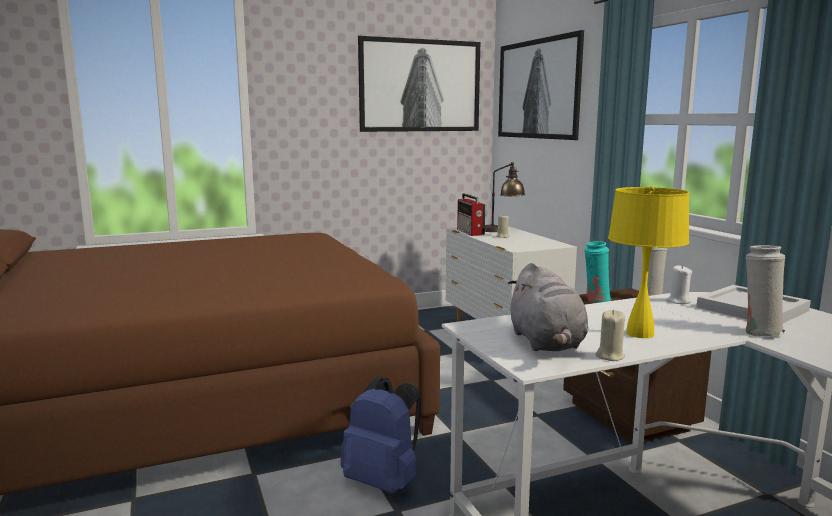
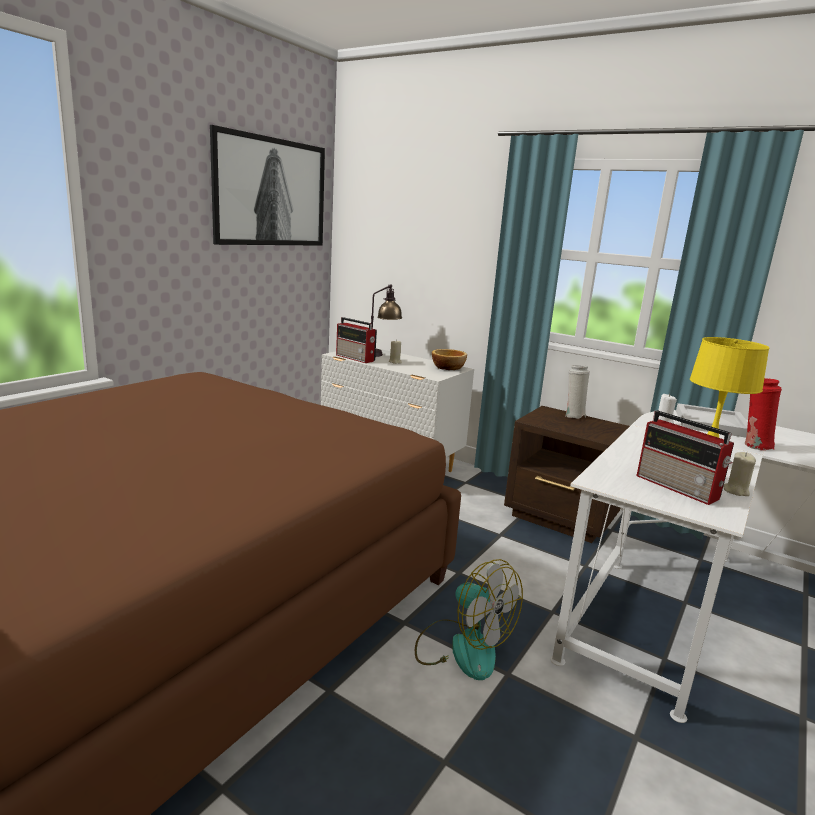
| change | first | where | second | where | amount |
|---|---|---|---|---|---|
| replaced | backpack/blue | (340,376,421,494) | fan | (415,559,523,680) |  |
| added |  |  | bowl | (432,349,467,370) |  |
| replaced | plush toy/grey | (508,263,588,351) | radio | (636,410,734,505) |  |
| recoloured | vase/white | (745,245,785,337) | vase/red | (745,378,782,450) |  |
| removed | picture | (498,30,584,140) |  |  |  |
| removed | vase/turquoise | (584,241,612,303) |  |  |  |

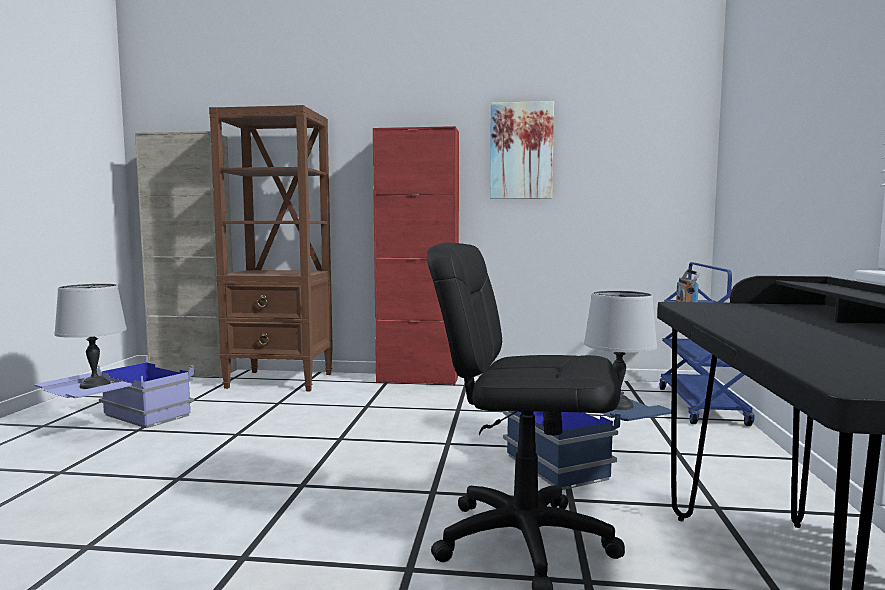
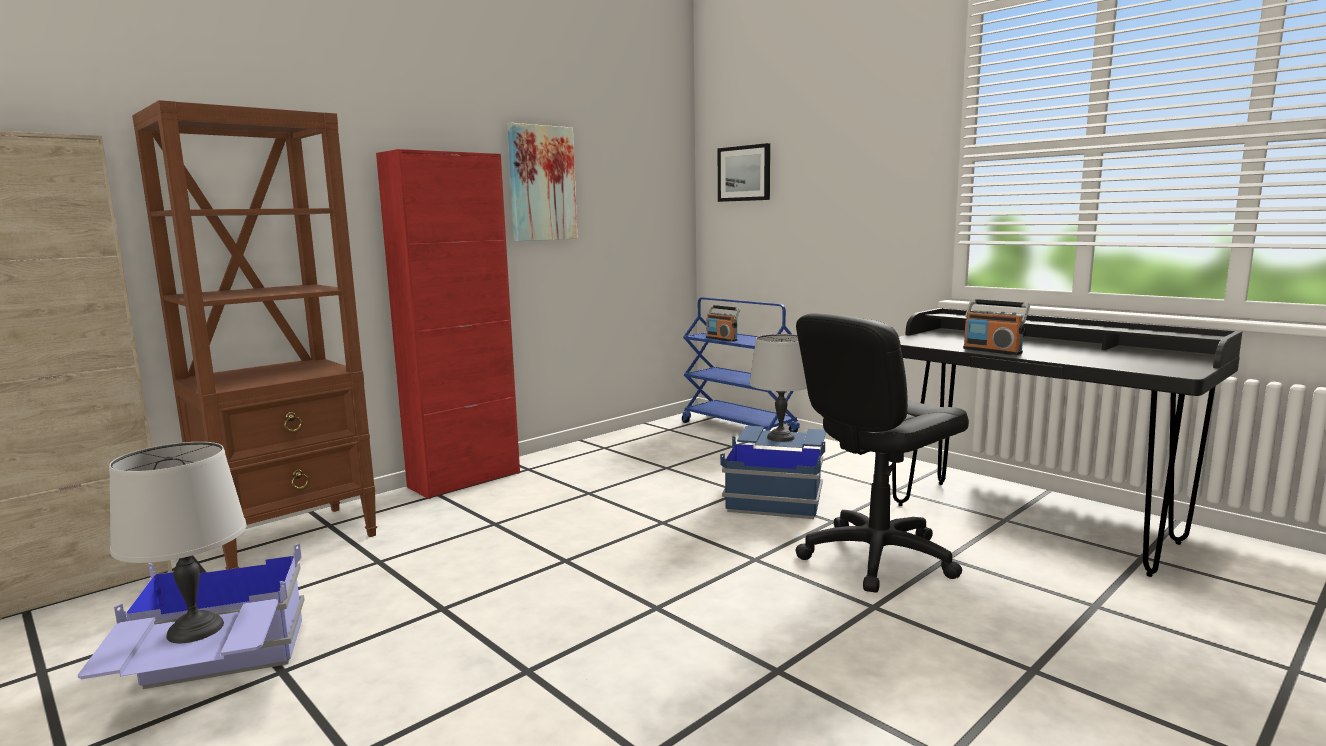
| change | first | where | second | where | amount |
|---|---|---|---|---|---|
| added |  |  | picture | (718,143,770,202) |  |
| added |  |  | radio | (963,299,1030,355) |  |

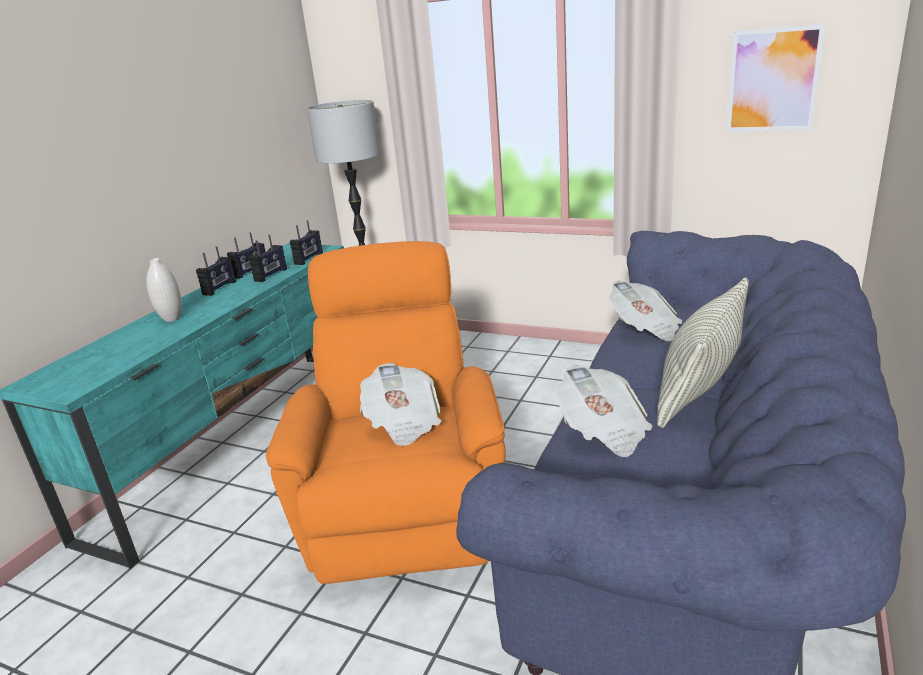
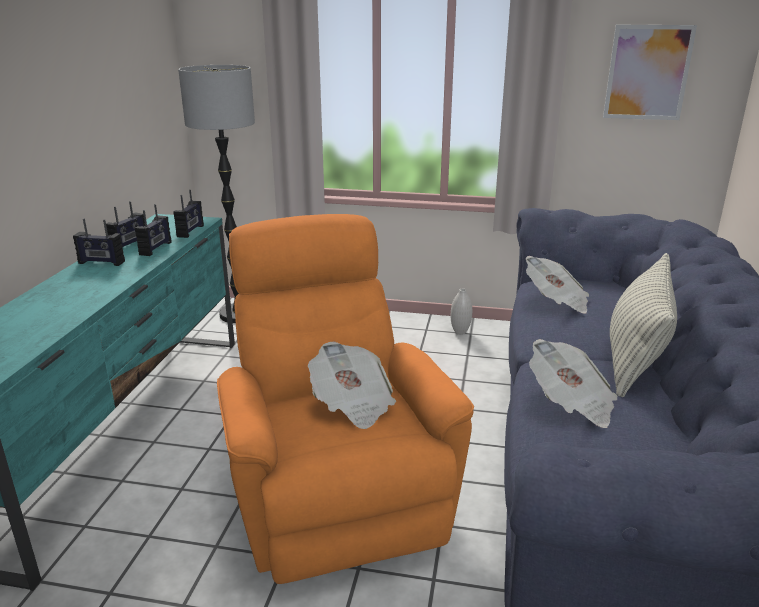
| change | first | where | second | where | amount |
|---|---|---|---|---|---|
| turned | radio | (196,246,236,296) |  | (73,219,125,266) | 90 degrees clockwise |
| moved | vase/white | (146,258,182,322) |  | (451,288,472,335) |  |

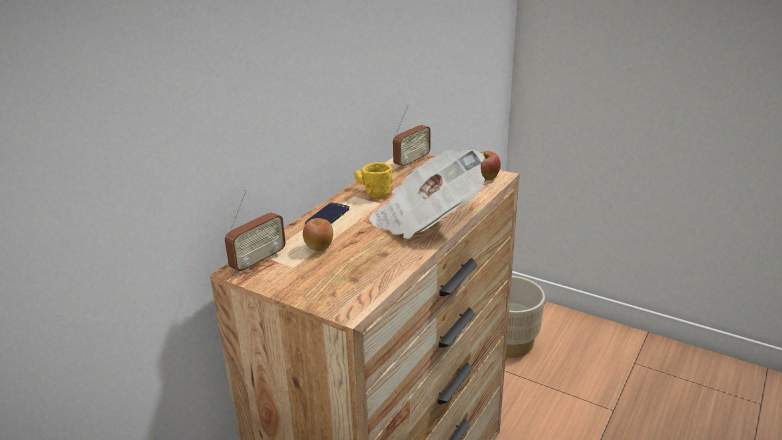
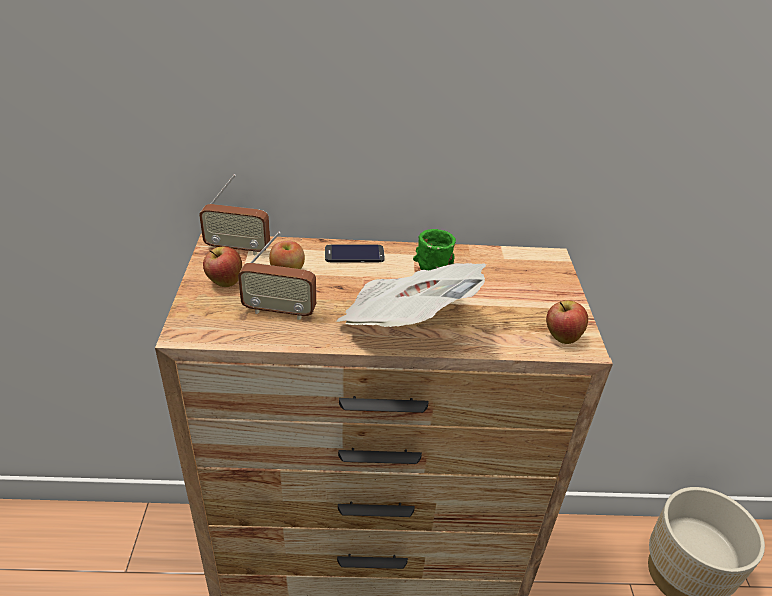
| change | first | where | second | where | amount |
|---|---|---|---|---|---|
| added |  |  | apple | (203,247,242,287) |  |
| moved | radio | (393,105,431,168) |  | (238,232,316,320) |  |
| recoloured | mug/yellow | (354,162,392,199) | mug/green | (413,229,456,270) |  |

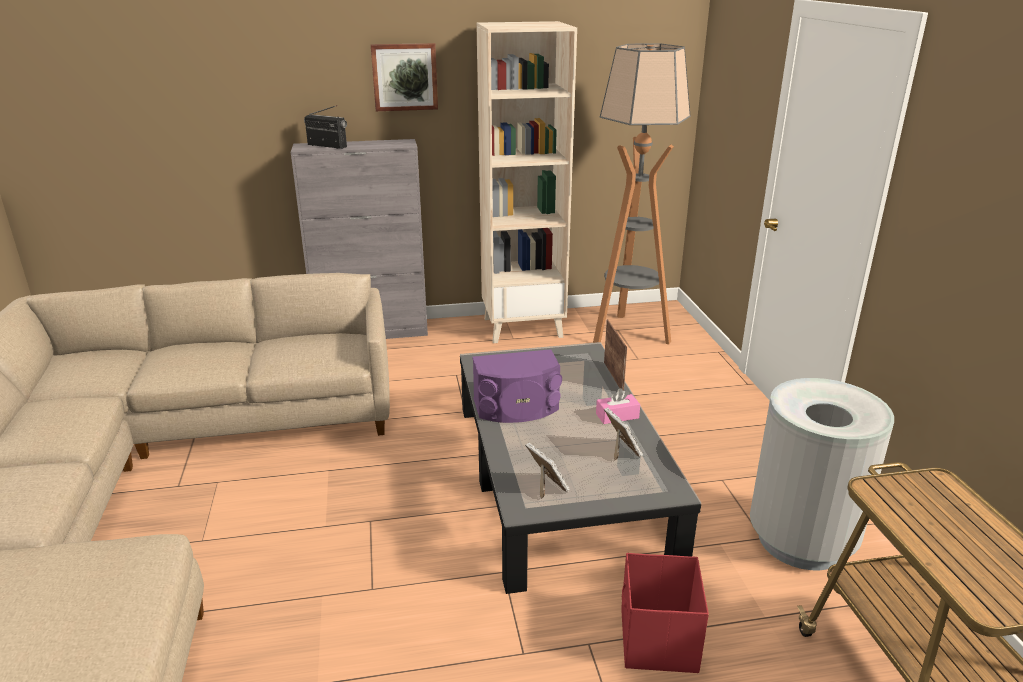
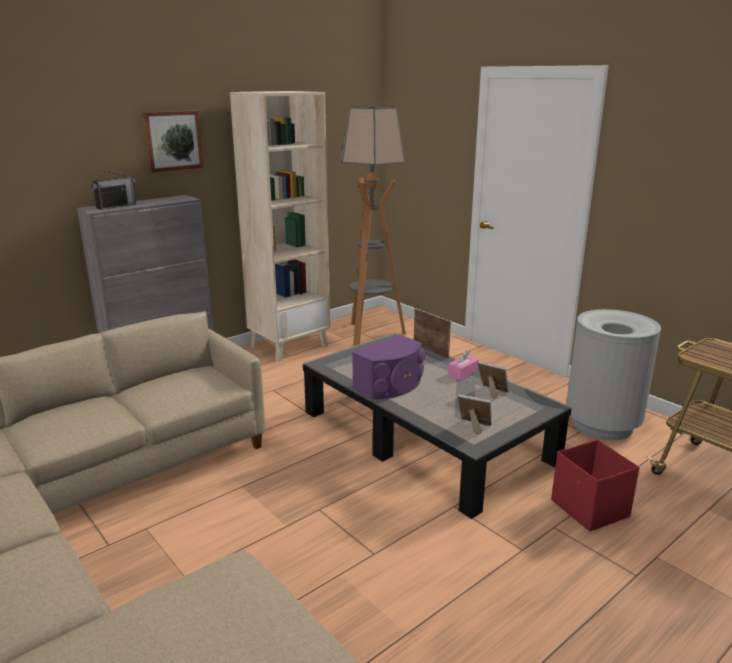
| change | first | where | second | where | amount |
|---|---|---|---|---|---|
| turned | radio | (304,105,347,149) |  | (91,169,136,210) | 135 degrees clockwise |

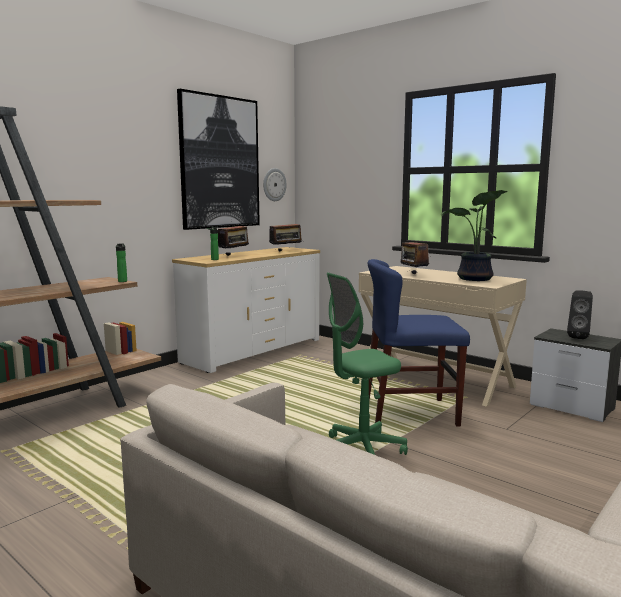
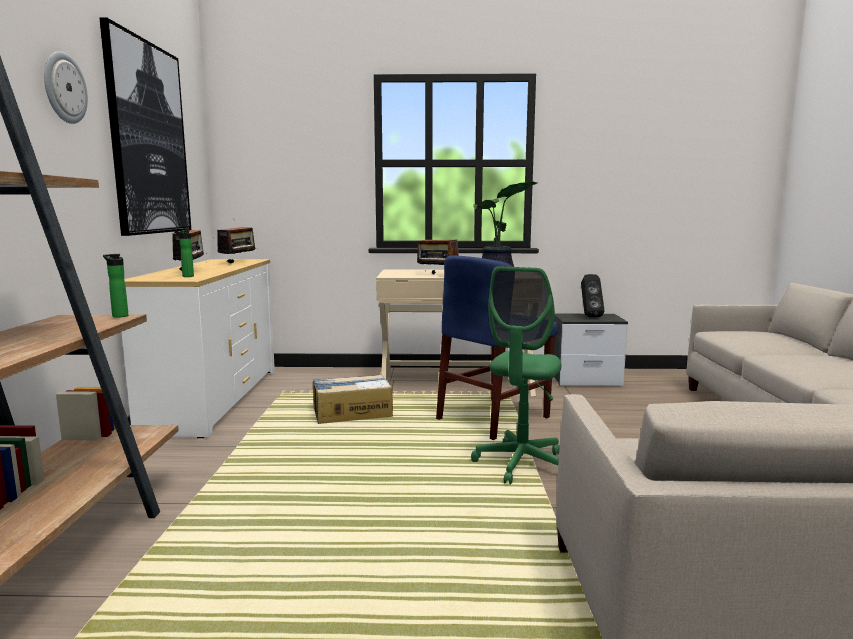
| change | first | where | second | where | amount |
|---|---|---|---|---|---|
| moved | wall clock | (263,168,287,201) |  | (44,51,88,124) |  |
| added |  |  | cardboard box | (313,375,393,424) |  |

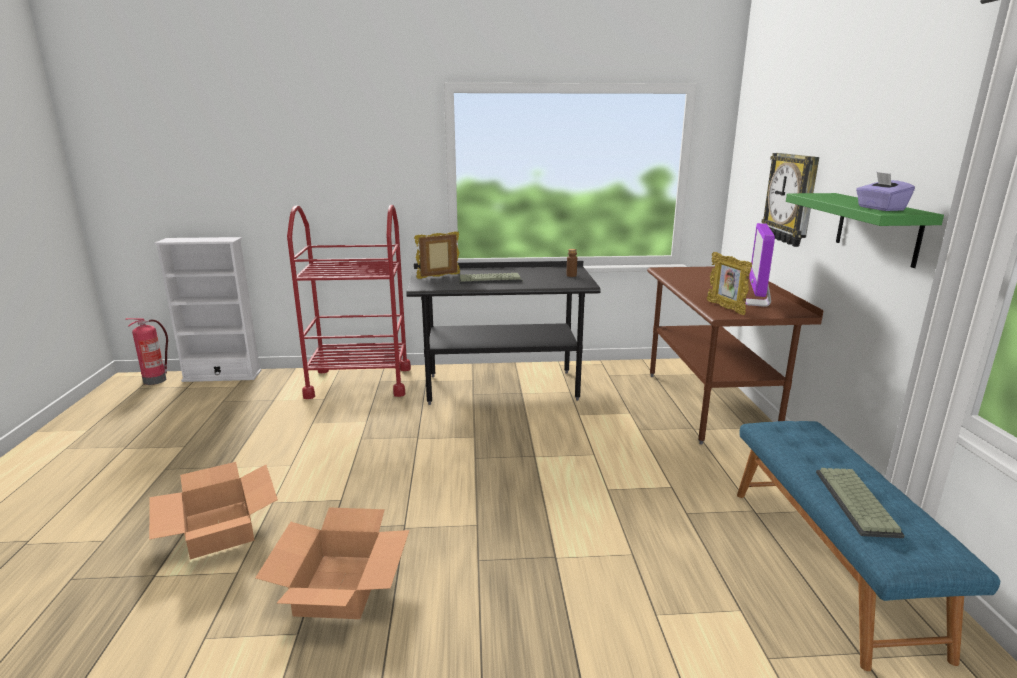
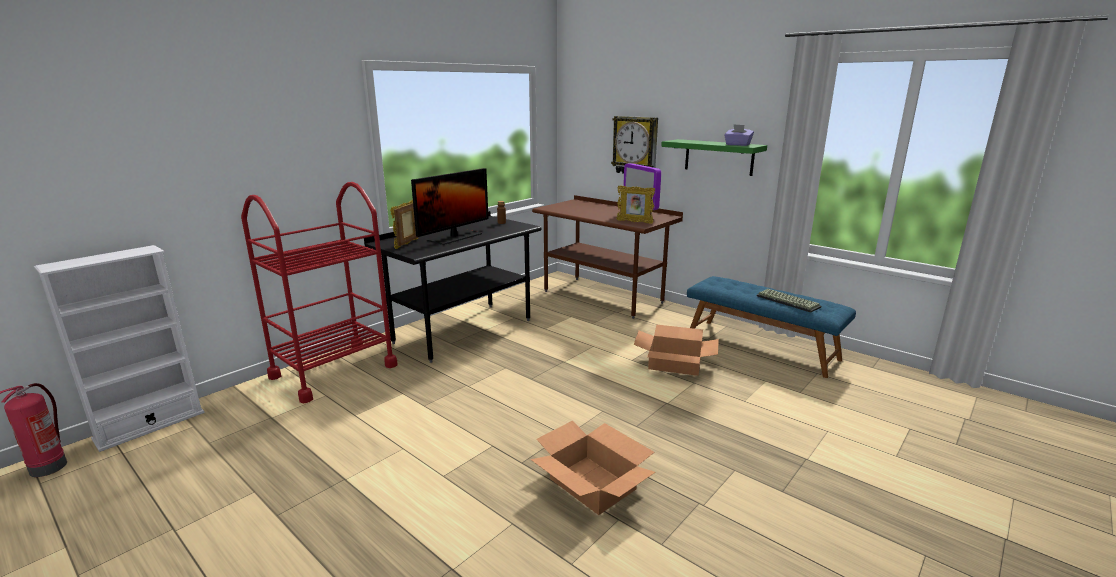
| change | first | where | second | where | amount |
|---|---|---|---|---|---|
| replaced | keyboard | (458,273,523,284) | monitor | (411,168,489,245) |  |
| moved | cardboard box | (149,462,278,559) |  | (633,324,719,376) |  |

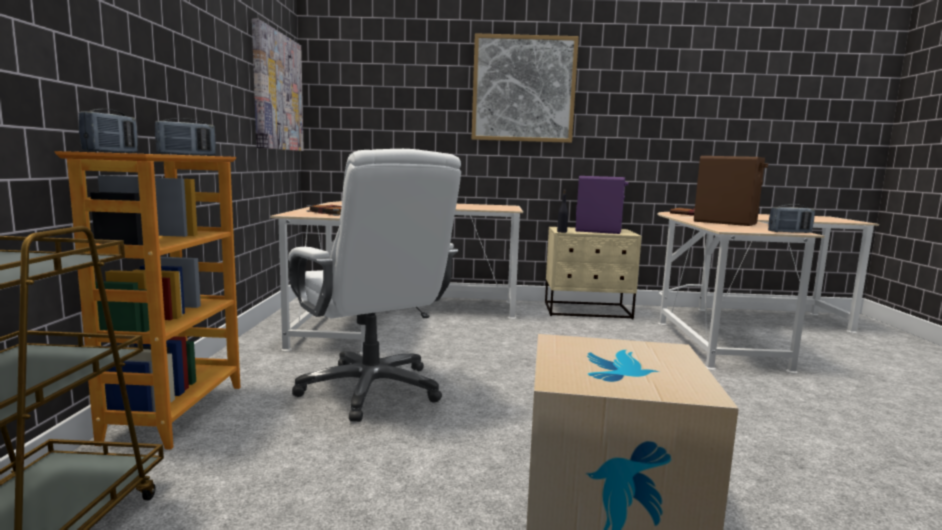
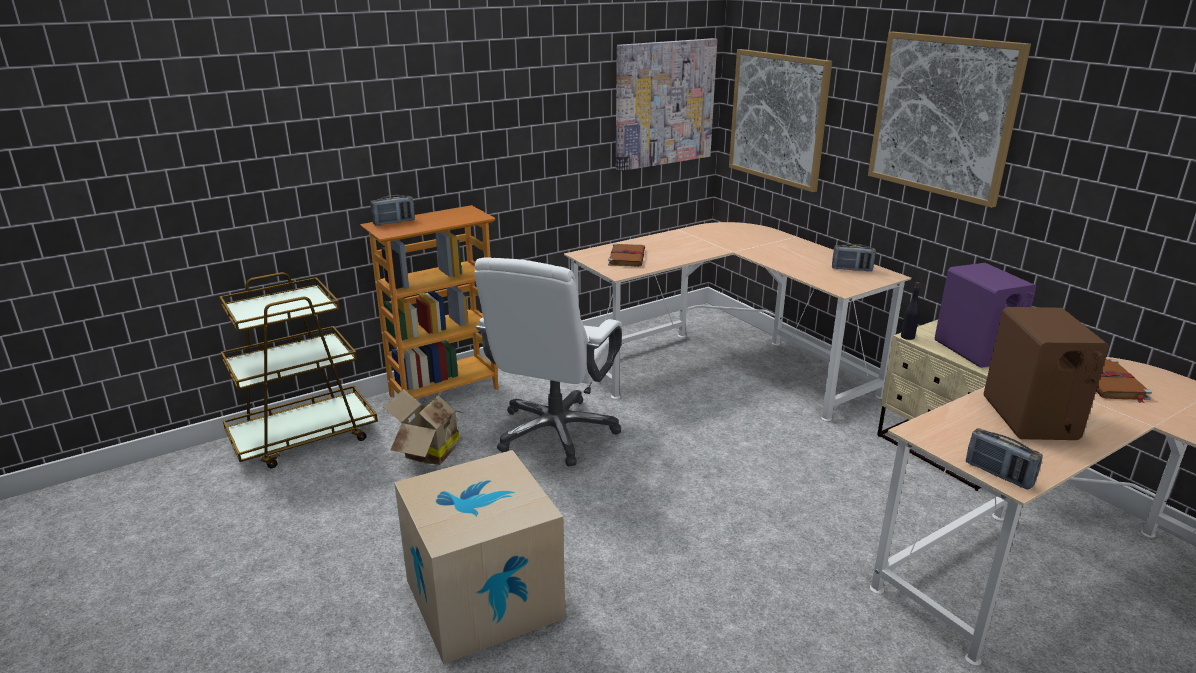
| change | first | where | second | where | amount |
|---|---|---|---|---|---|
| added |  |  | cardboard box | (384,389,464,465) |  |
| added |  |  | picture | (729,49,832,192) |  |
| moved | radio | (155,118,216,155) |  | (832,244,876,271) |  |

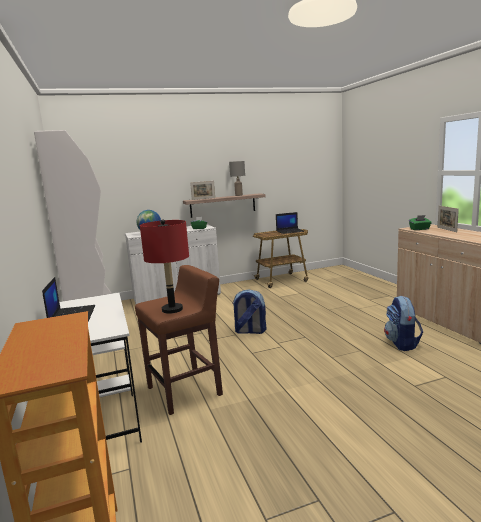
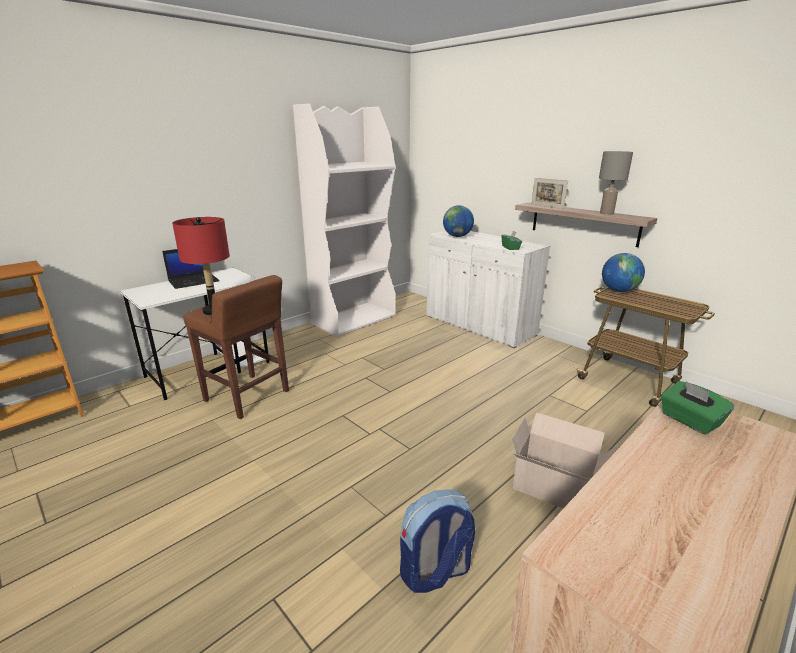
| change | first | where | second | where | amount |
|---|---|---|---|---|---|
| added |  |  | cardboard box | (512,412,616,508) |  |
| added |  |  | globe | (602,253,645,292) |  |
| removed | backpack | (232,289,267,334) |  |  |  |
| removed | laptop | (276,212,304,234) |  |  |  |
| removed | picture frame | (438,206,459,232) |  |  |  |

